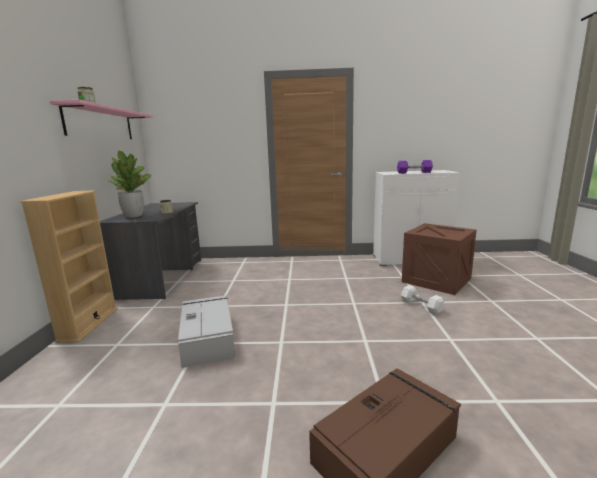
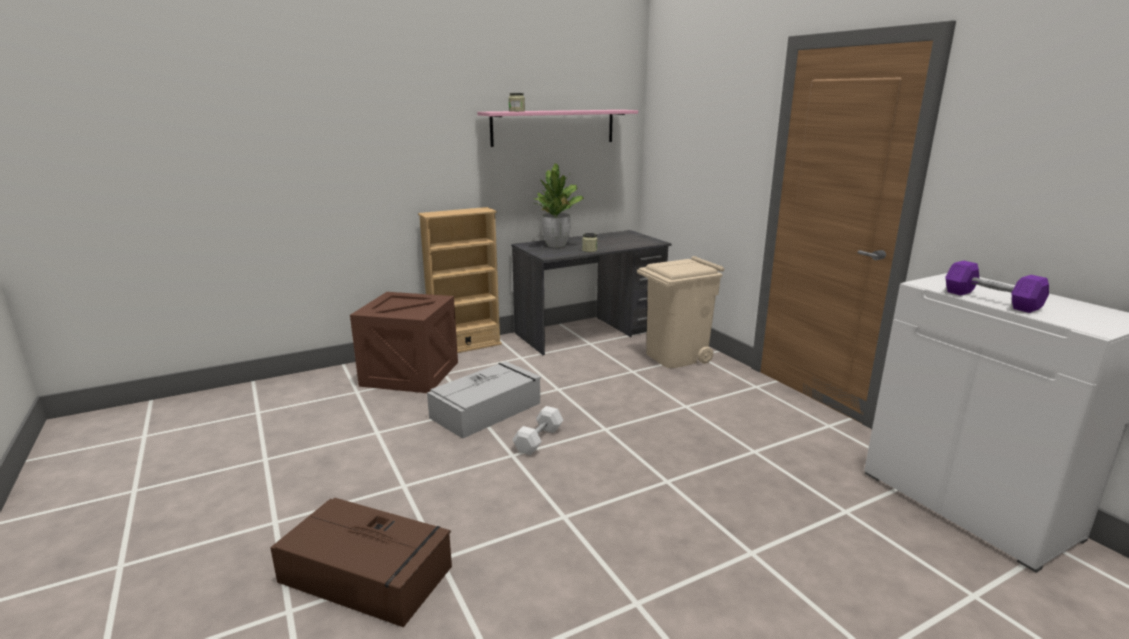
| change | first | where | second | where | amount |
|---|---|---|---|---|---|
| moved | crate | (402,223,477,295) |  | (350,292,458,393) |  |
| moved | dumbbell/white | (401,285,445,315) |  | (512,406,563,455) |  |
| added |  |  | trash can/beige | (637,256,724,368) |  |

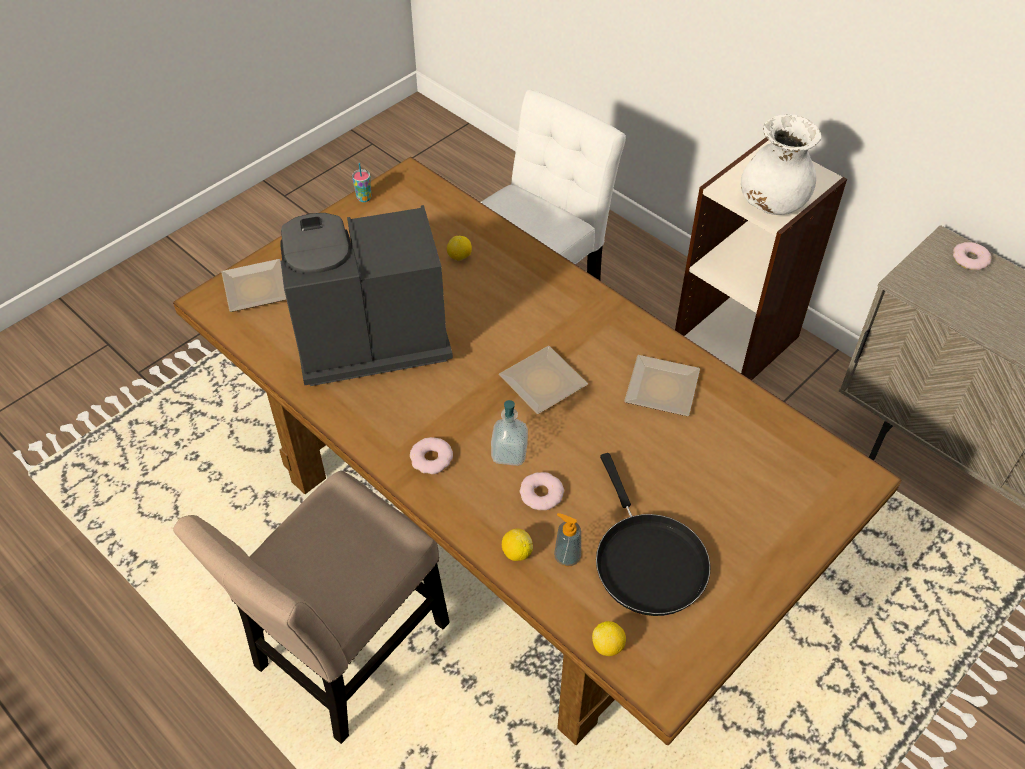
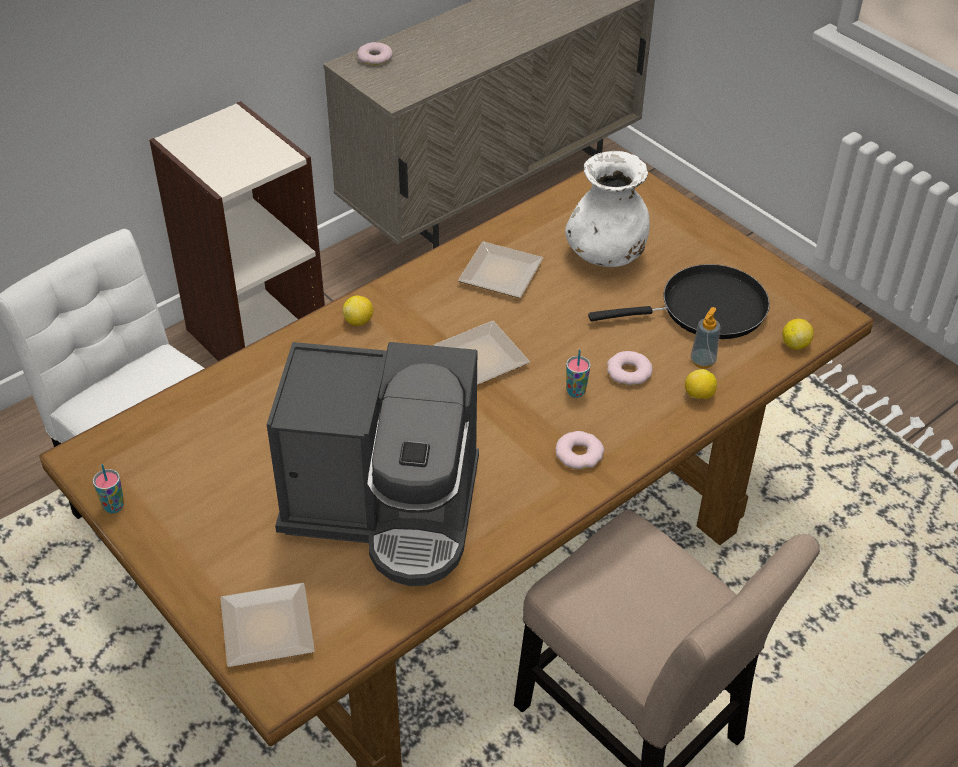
| change | first | where | second | where | amount |
|---|---|---|---|---|---|
| turned | coffee machine | (280,205,453,386) |  | (267,342,479,586) | 75 degrees counterclockwise |
| moved | lemon | (447,236,472,261) |  | (343,296,373,326) |  |
| moved | vase/white | (741,114,822,215) |  | (565,151,650,267) |  |
| replaced | soap dispenser | (491,400,528,466) | cup | (566,349,591,398) |  |

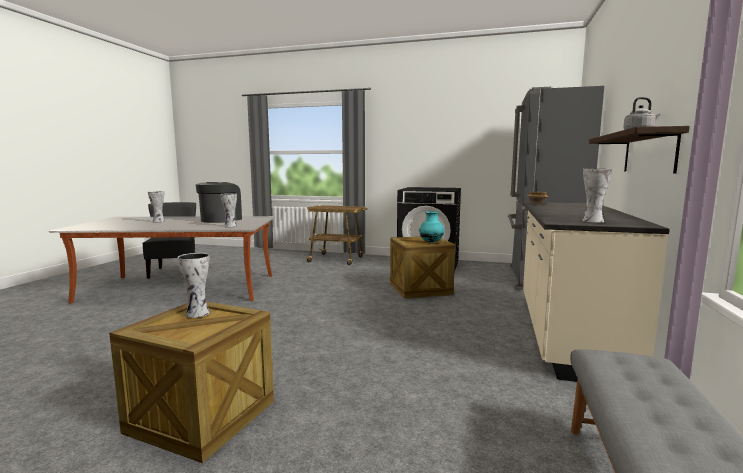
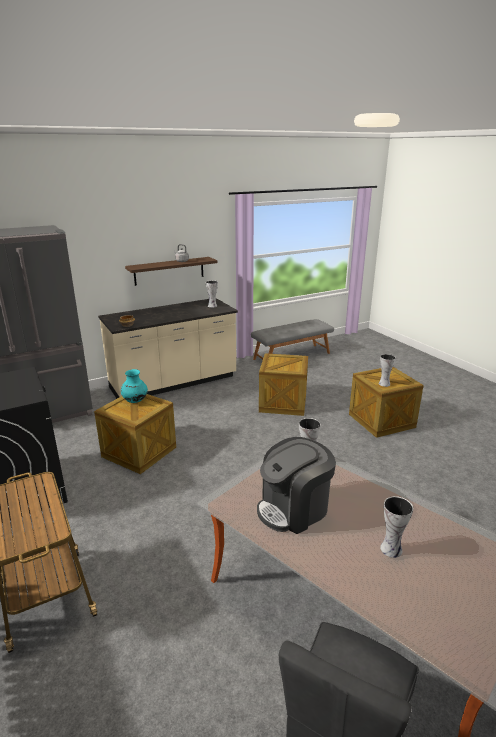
| change | first | where | second | where | amount |
|---|---|---|---|---|---|
| added |  |  | crate | (259,353,308,416) |  |

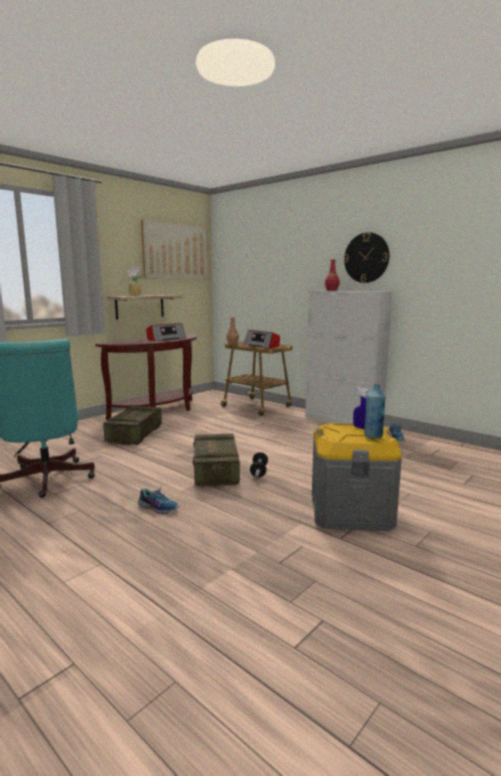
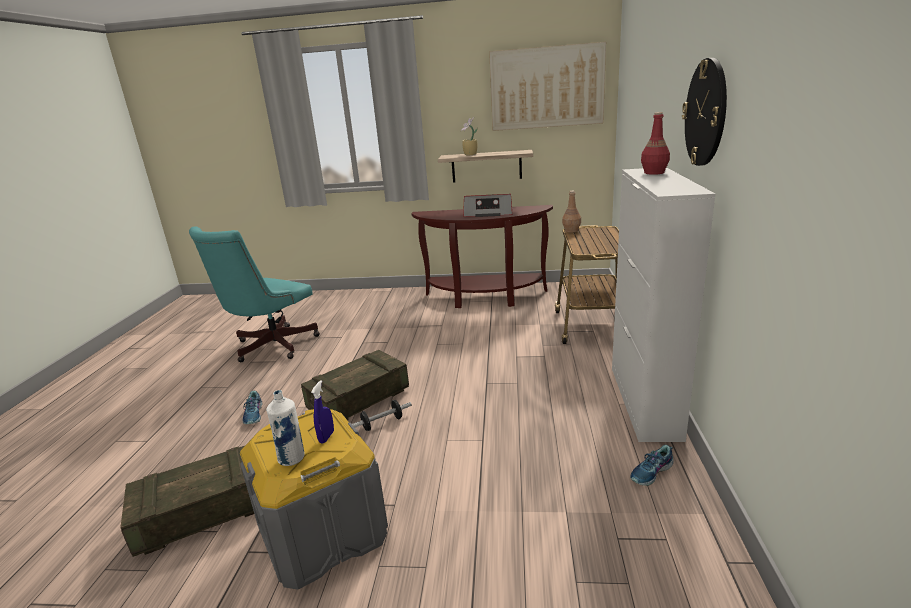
| change | first | where | second | where | amount |
|---|---|---|---|---|---|
| moved | crate | (103,406,162,445) |  | (120,446,254,557) |  |
| recoloured | bottle/blue | (364,384,385,439) | bottle/white | (266,390,305,466) |  |
| removed | radio | (244,330,280,348) |  |  |  |

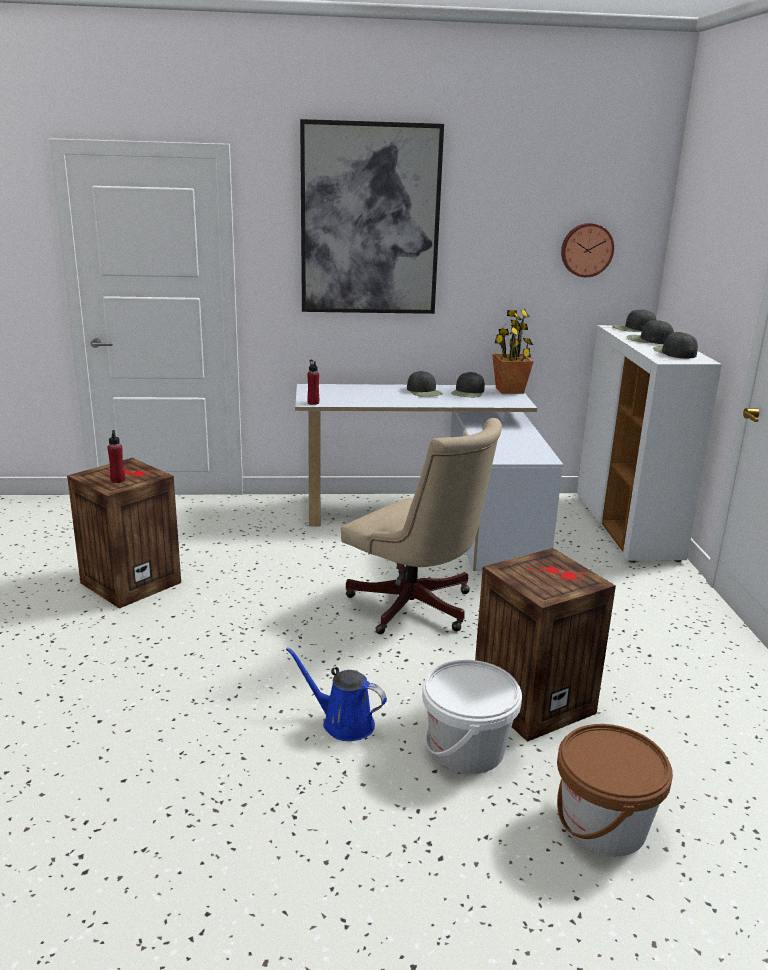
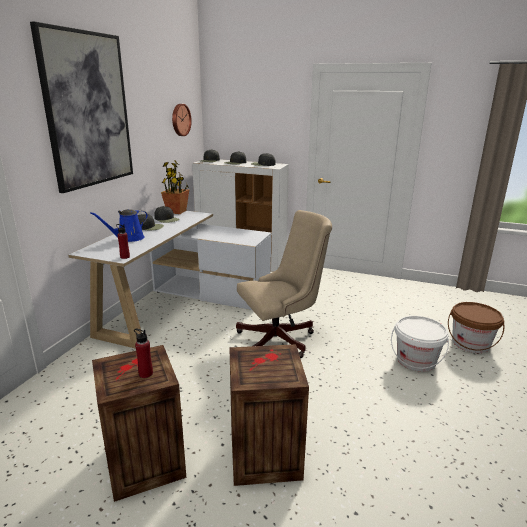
| change | first | where | second | where | amount |
|---|---|---|---|---|---|
| moved | watering can/blue | (286,647,387,741) |  | (90,209,148,242) |  |
| moved | crate | (475,548,616,742) |  | (229,344,309,486) |  |

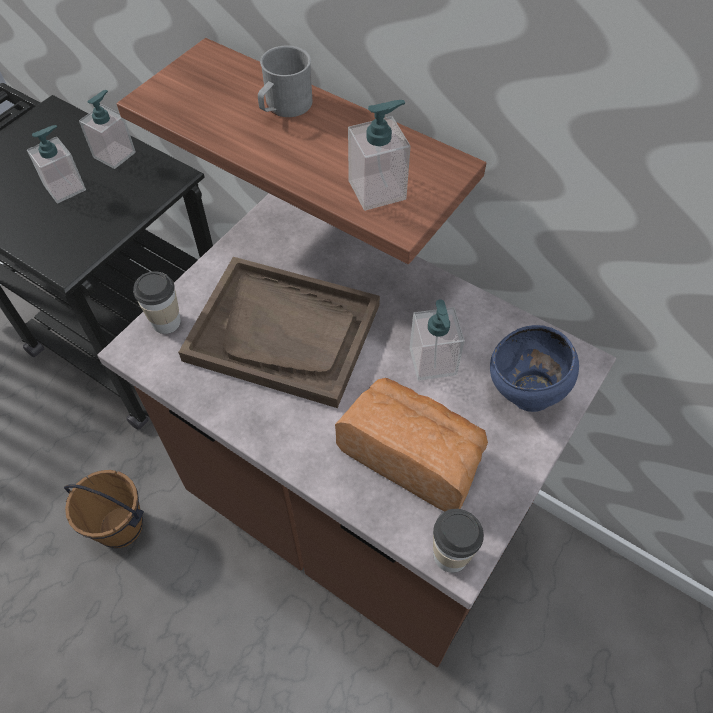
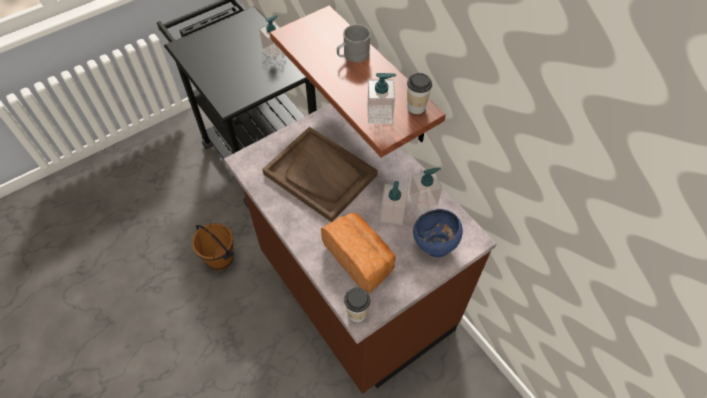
| change | first | where | second | where | amount |
|---|---|---|---|---|---|
| moved | cup | (134,271,181,334) |  | (407,73,432,114) |  |
| moved | soap dispenser | (27,125,86,203) |  | (409,168,442,212) |  |

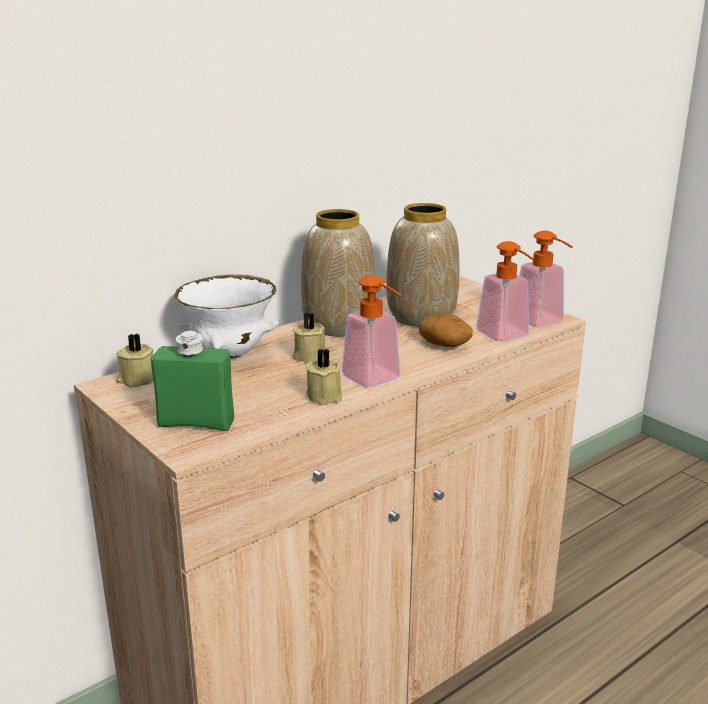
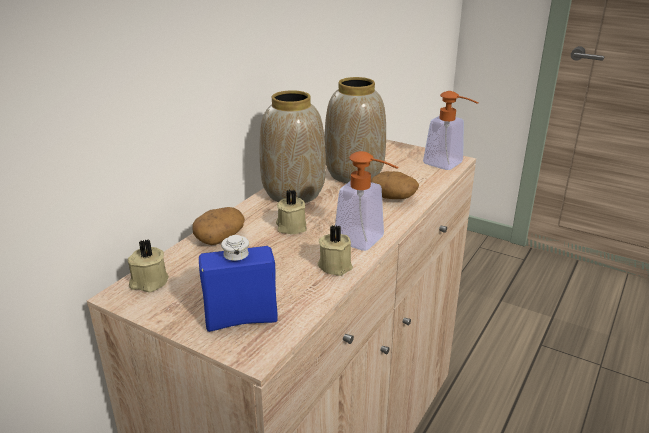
| change | first | where | second | where | amount |
|---|---|---|---|---|---|
| replaced | bowl/white | (174,275,278,358) | potato | (192,207,245,245) |  |
| recoloured | bottle/green | (151,331,234,431) | bottle/blue | (199,235,278,332) |  |
| removed | soap dispenser | (476,241,534,342) |  |  |  |

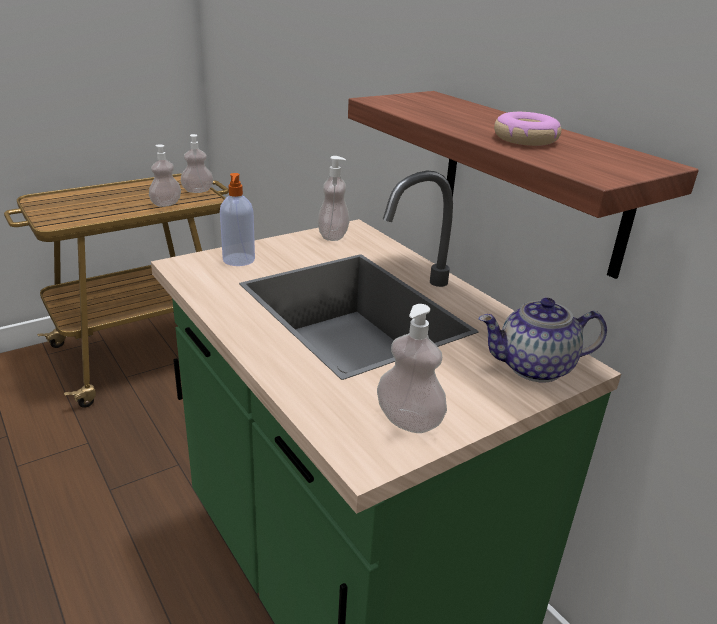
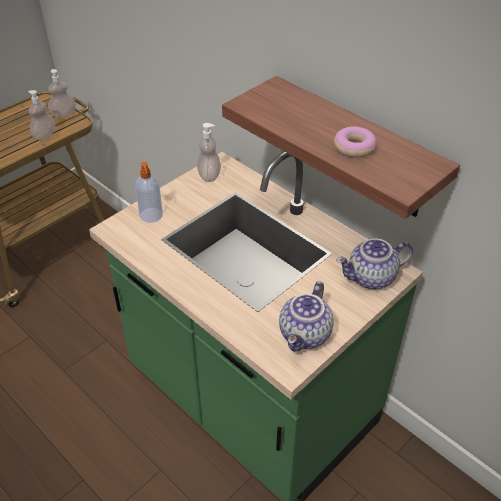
| change | first | where | second | where | amount |
|---|---|---|---|---|---|
| replaced | soap dispenser | (377,304,447,433) | teapot | (279,281,334,351) |  |

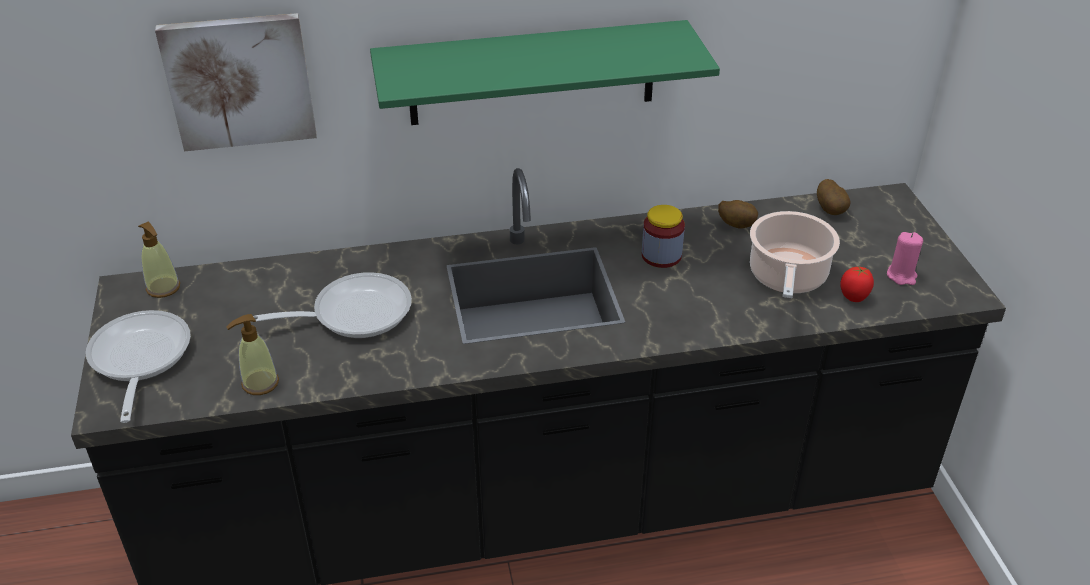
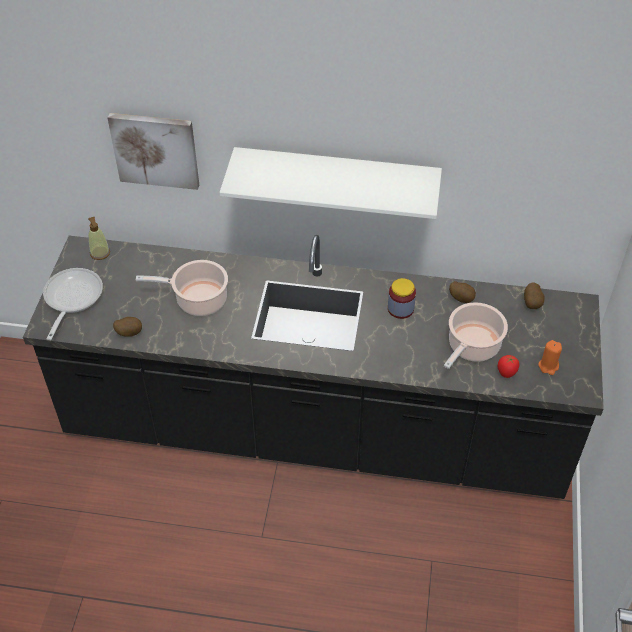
| change | first | where | second | where | amount |
|---|---|---|---|---|---|
| replaced | soap dispenser | (226,314,279,395) | potato | (113,317,142,337) |  |
| replaced | frying pan | (253,272,412,338) | cooking pot | (136,260,228,316) |  |
| recoloured | shelf/green | (370,20,720,125) | shelf/white | (220,147,442,219) |  |
| recoloured | candle/pink | (887,232,923,285) | candle/orange | (538,340,562,375) |  |

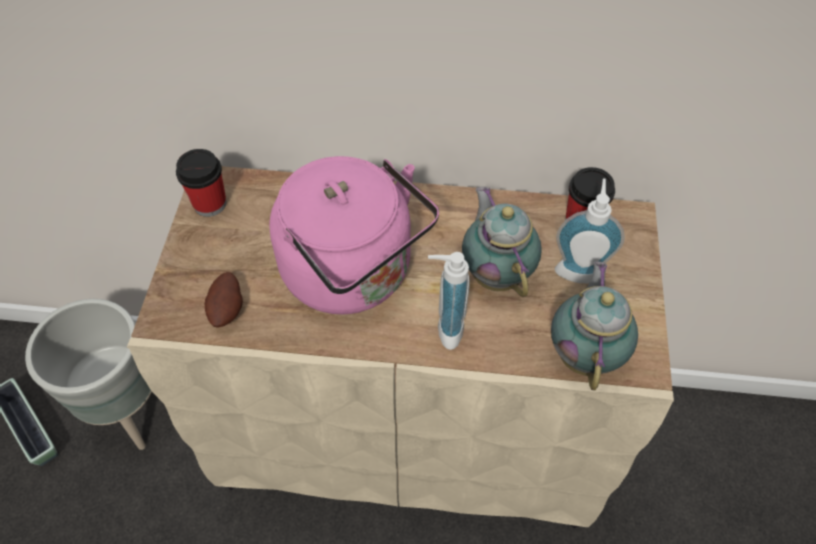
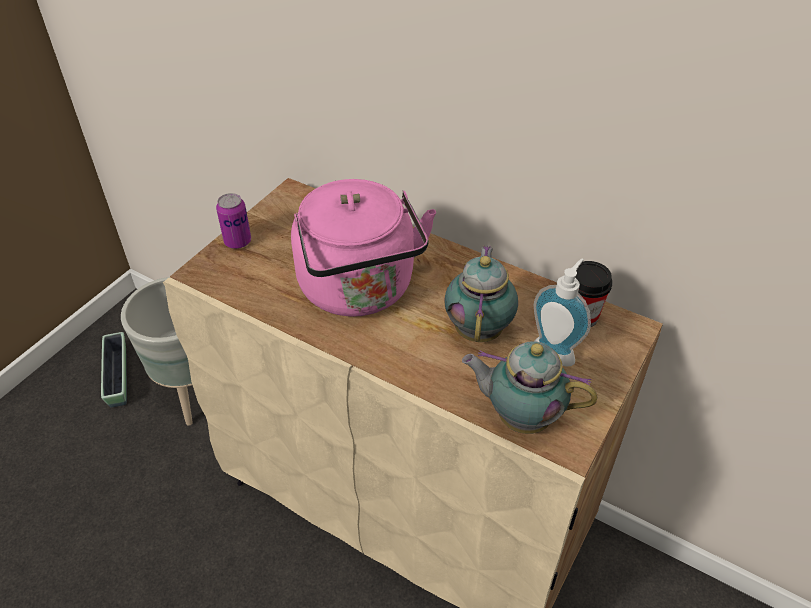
| change | first | where | second | where | amount |
|---|---|---|---|---|---|
| added |  |  | can | (216,193,251,249) |  |
| turned | teapot | (551,261,638,390) |  | (462,341,597,434) | 105 degrees counterclockwise |
| removed | cup | (176,149,226,217) |  |  |  |
| removed | potato | (205,272,243,328) |  |  |  |
| removed | soap dispenser | (428,252,470,350) |  |  |  |

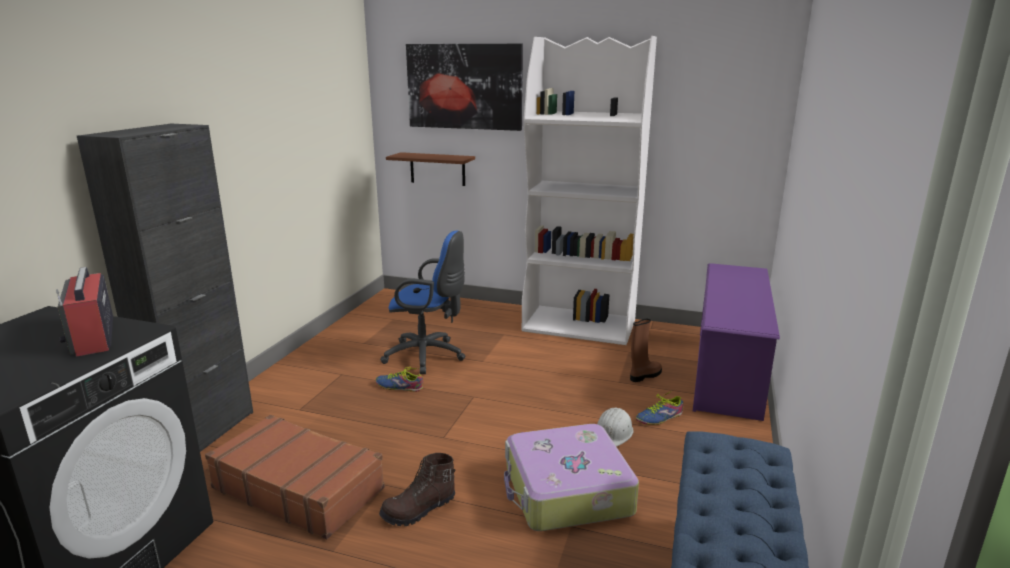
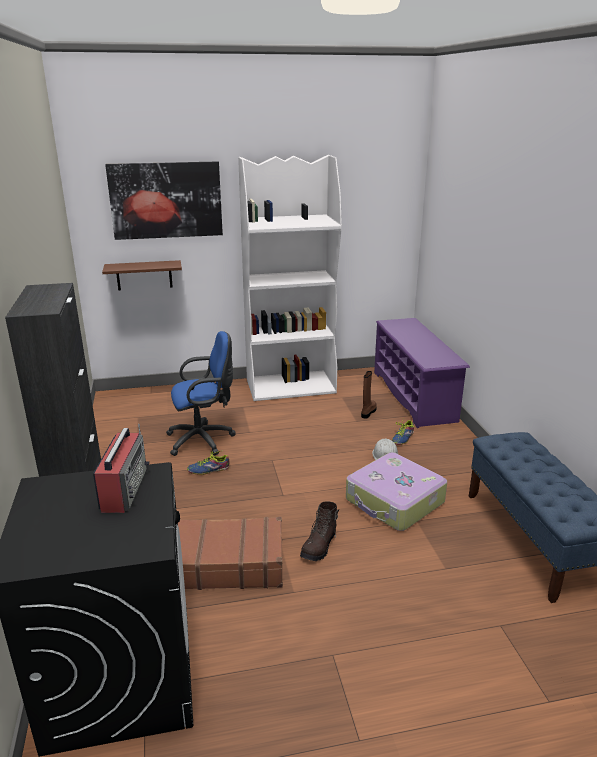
| change | first | where | second | where | amount |
|---|---|---|---|---|---|
| turned | radio | (56,267,113,357) |  | (93,424,149,513) | 120 degrees counterclockwise |

